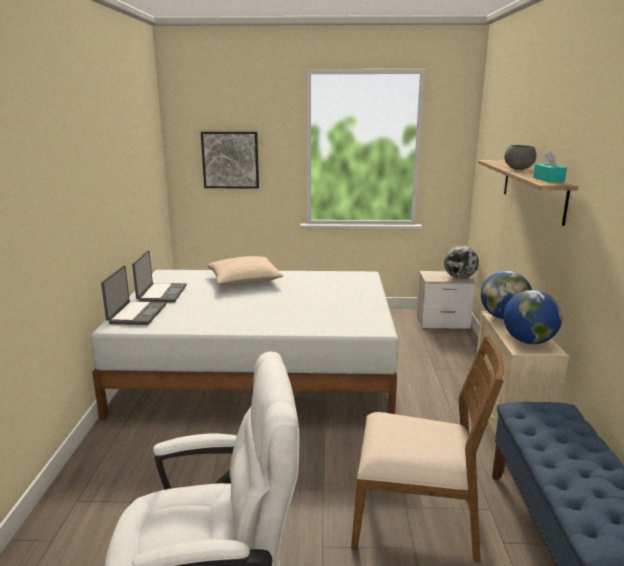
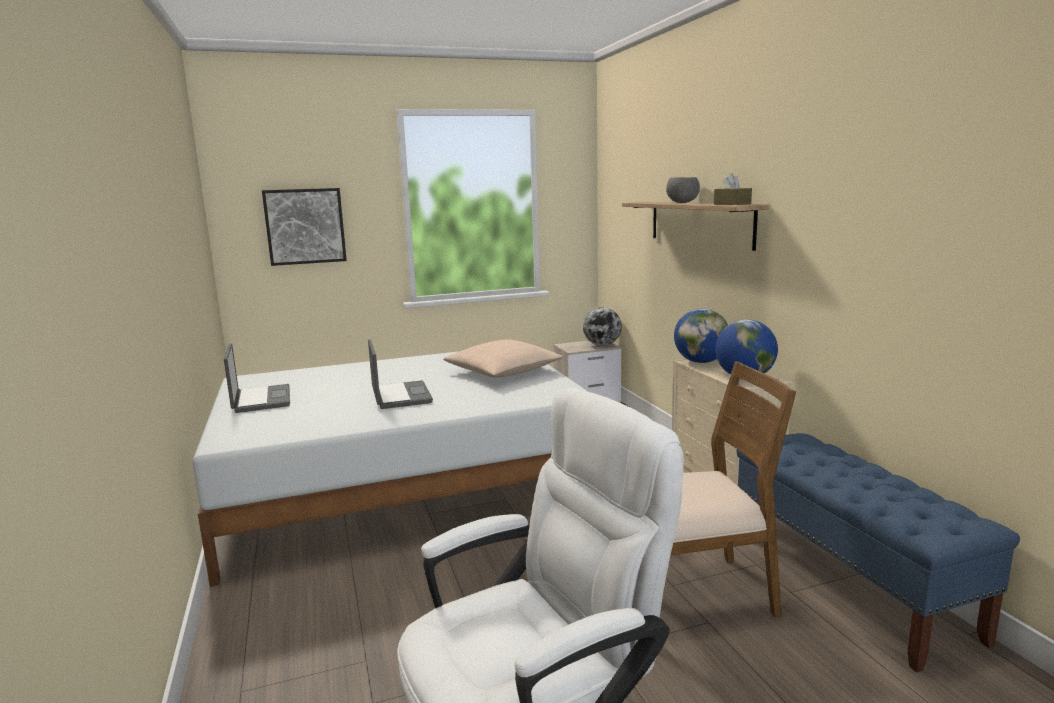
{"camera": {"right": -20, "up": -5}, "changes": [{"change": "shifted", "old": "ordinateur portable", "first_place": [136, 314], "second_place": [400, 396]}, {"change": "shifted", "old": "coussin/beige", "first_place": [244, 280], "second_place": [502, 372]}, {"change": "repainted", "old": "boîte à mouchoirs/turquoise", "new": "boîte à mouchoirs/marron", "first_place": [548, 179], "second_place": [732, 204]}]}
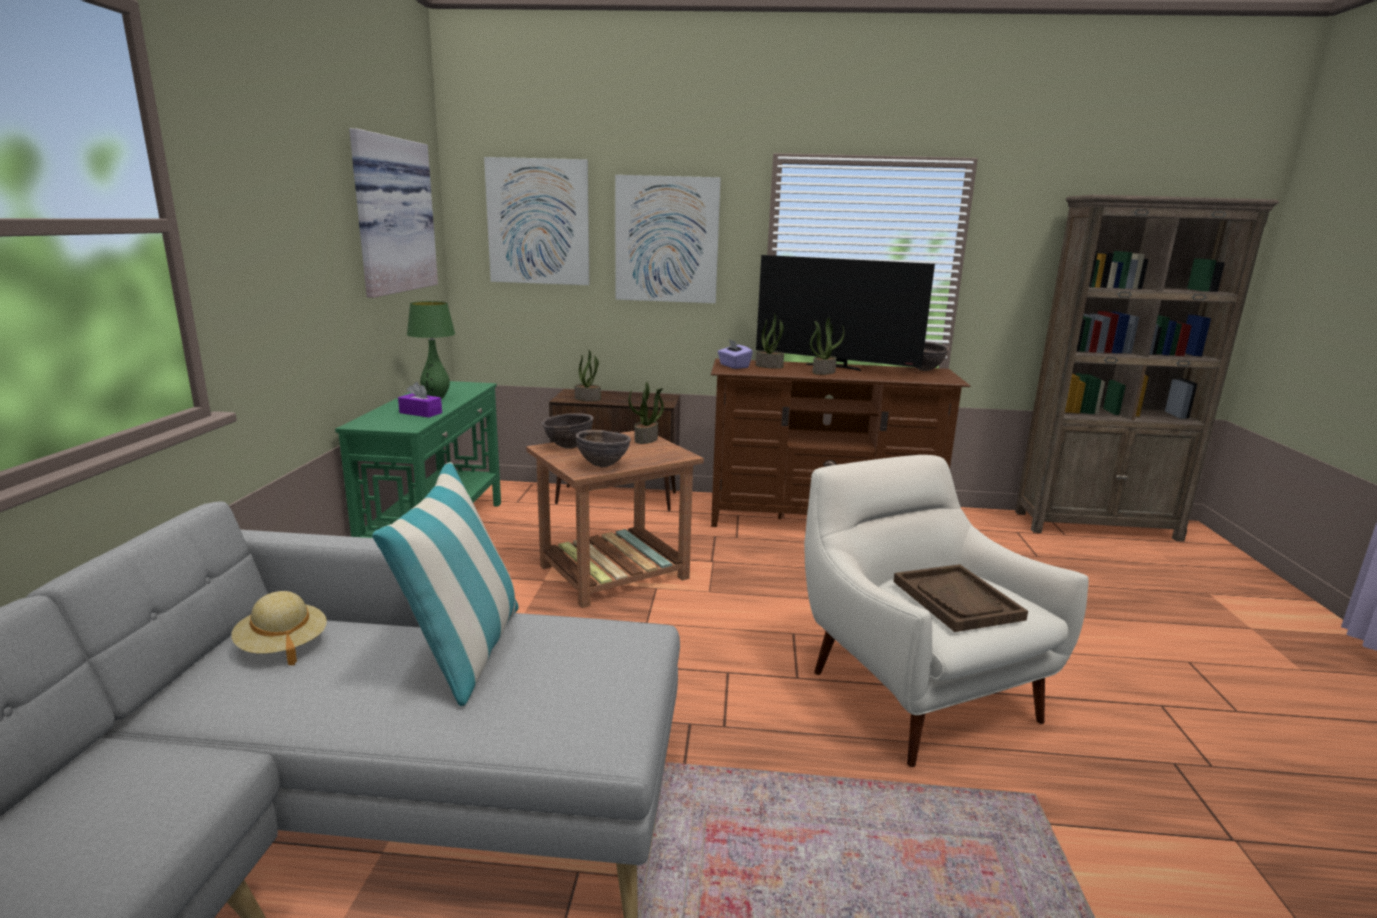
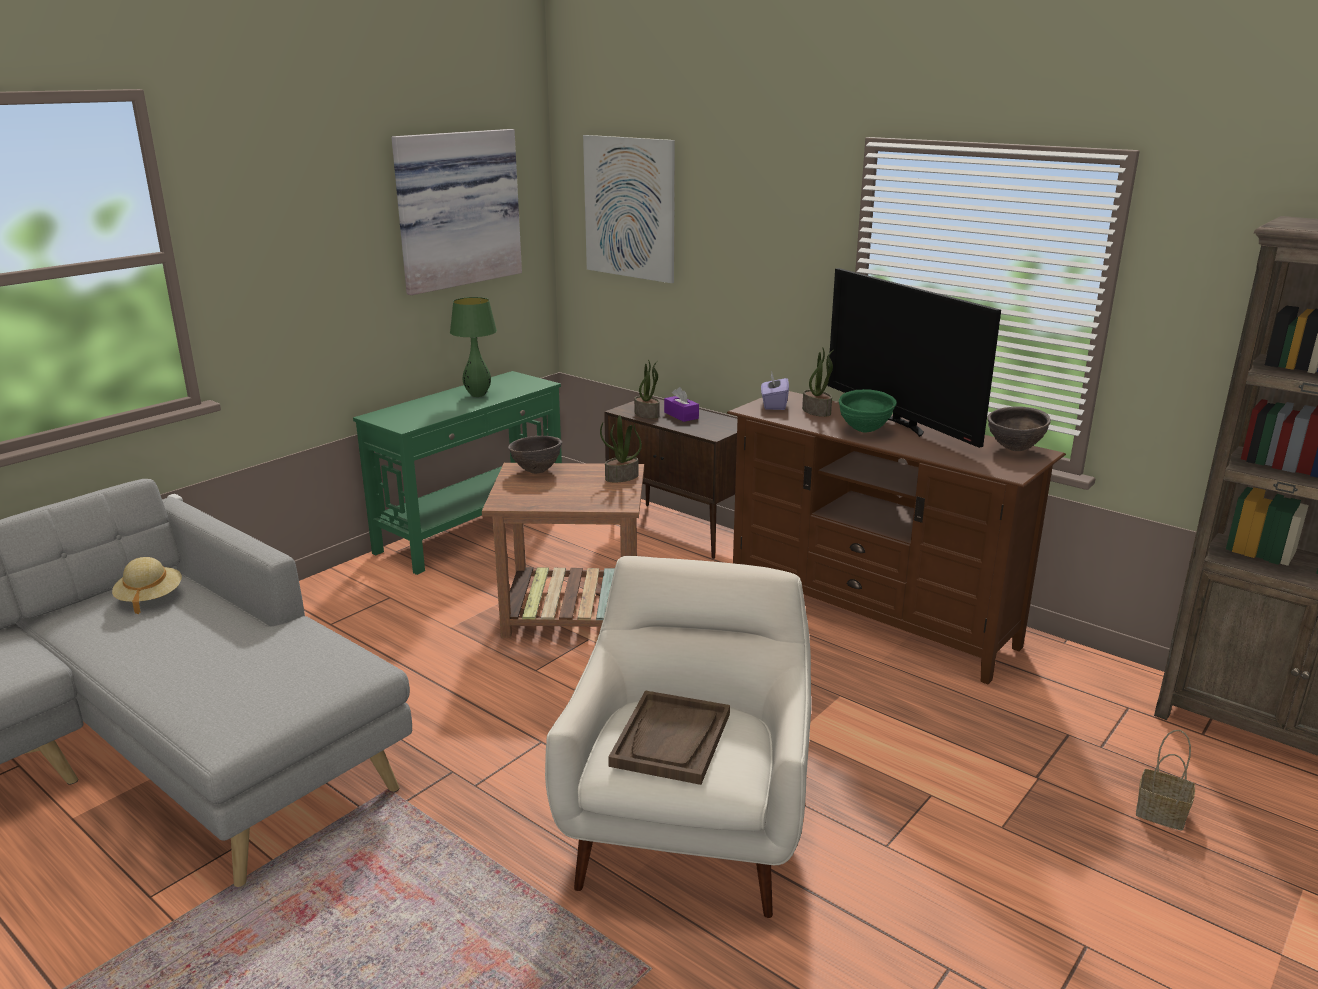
{"camera": {"right": 35, "up": 5}, "changes": [{"change": "gone", "old": "coussin", "first_place": [465, 653]}, {"change": "gone", "old": "bol/marron", "first_place": [603, 465]}, {"change": "gone", "old": "tableau", "first_place": [666, 240]}, {"change": "new", "new": "panier", "second_place": [1159, 813]}, {"change": "shifted", "old": "boîte à mouchoirs/violet", "first_place": [420, 413], "second_place": [681, 415]}, {"change": "swapped", "old": "plante en pot", "new": "bol/vert", "first_place": [823, 372], "second_place": [864, 431]}]}
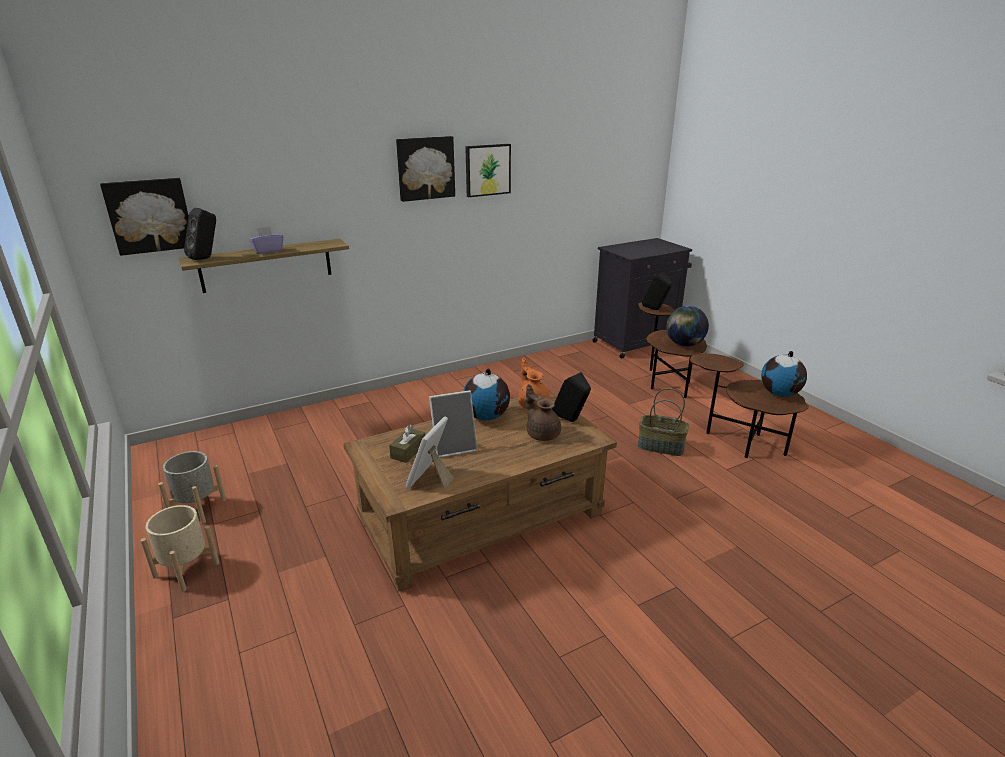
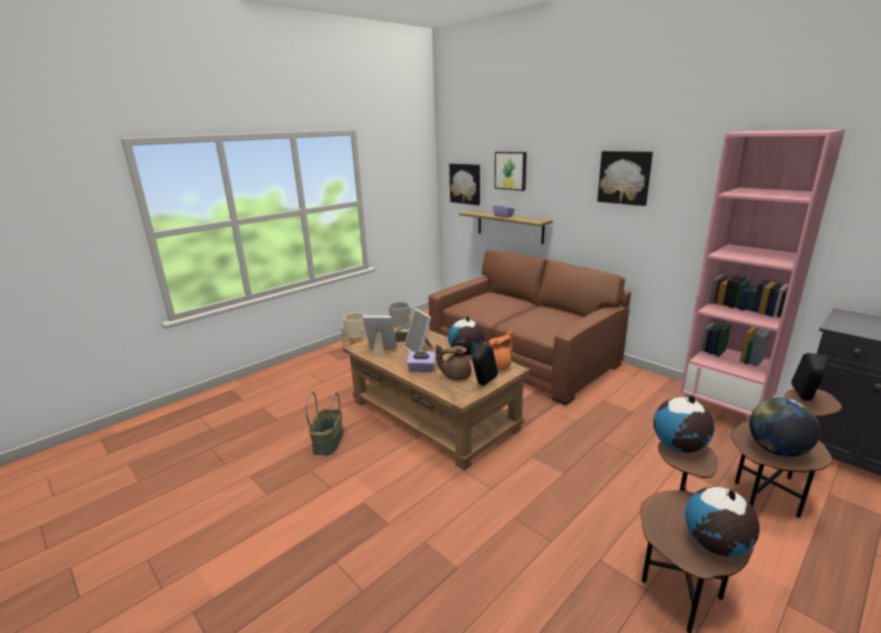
{"camera": {"right": 75, "up": -5}, "changes": [{"change": "gone", "old": "enceinte/noir", "first_place": [206, 258]}, {"change": "new", "new": "boîte à mouchoirs/violet", "second_place": [421, 369]}, {"change": "new", "new": "canapé/marron", "second_place": [522, 356]}, {"change": "new", "new": "globe", "second_place": [679, 447]}, {"change": "new", "new": "bibliothèque/rose", "second_place": [724, 411]}, {"change": "shifted", "old": "tableau", "first_place": [487, 170], "second_place": [511, 170]}, {"change": "shifted", "old": "panier", "first_place": [660, 447], "second_place": [328, 441]}, {"change": "rotated", "old": "théière/marron", "first_place": [542, 433], "second_place": [455, 376], "degrees": -135}]}
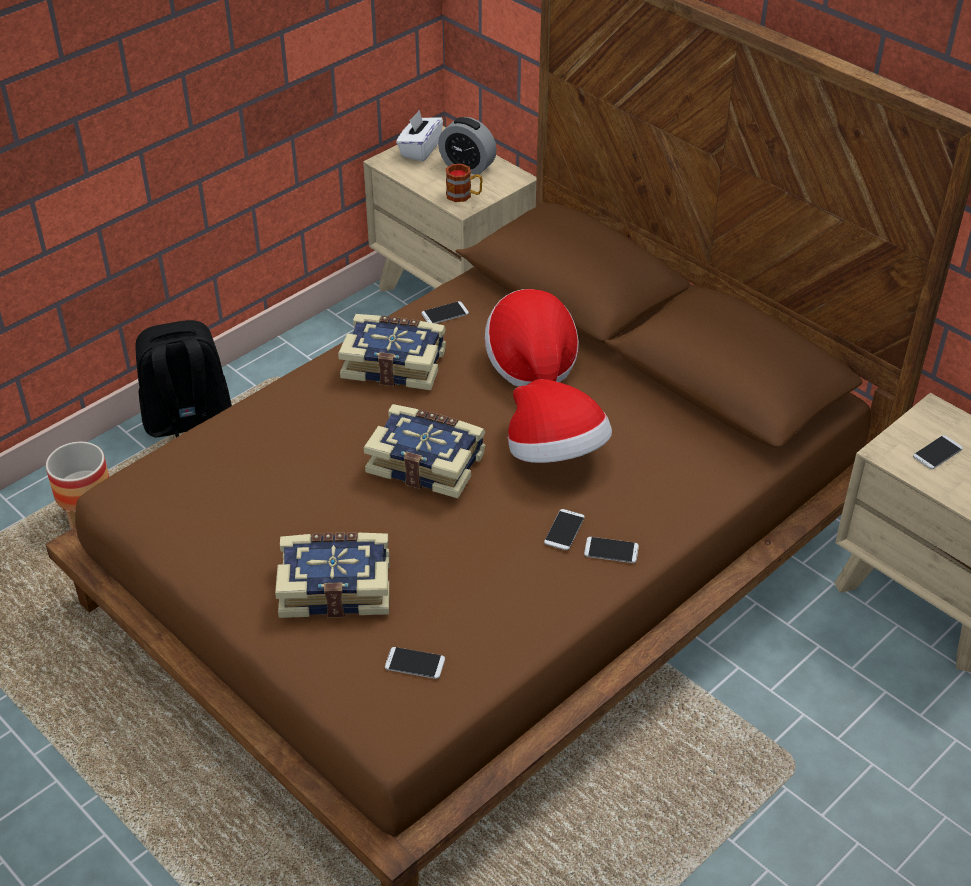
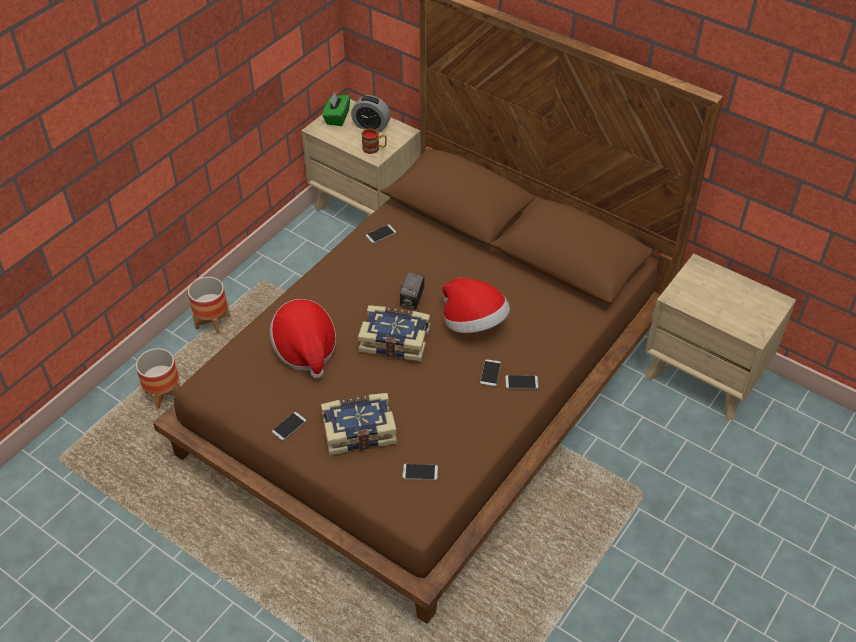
{"camera": {"right": -10, "up": 5}, "changes": [{"change": "gone", "old": "livre", "first_place": [394, 363]}, {"change": "new", "new": "appareil photo", "second_place": [412, 300]}, {"change": "shifted", "old": "chapeau", "first_place": [531, 364], "second_place": [305, 350]}, {"change": "shifted", "old": "téléphone", "first_place": [937, 453], "second_place": [289, 426]}, {"change": "swapped", "old": "sac à dos/noir", "new": "cache-pot", "first_place": [188, 425], "second_place": [213, 322]}, {"change": "repainted", "old": "boîte à mouchoirs/blanc", "new": "boîte à mouchoirs/vert", "first_place": [420, 150], "second_place": [337, 117]}]}
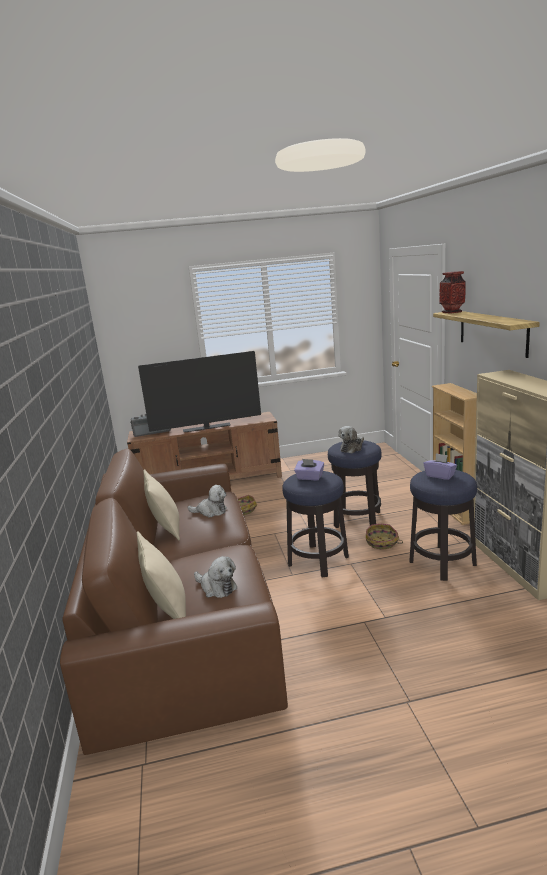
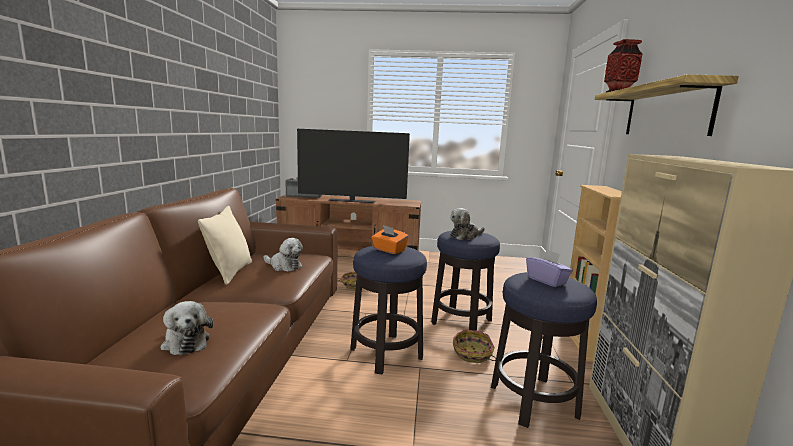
{"camera": {"right": 15, "up": -5}, "changes": [{"change": "gone", "old": "coussin/beige", "first_place": [168, 610]}, {"change": "repainted", "old": "boîte à mouchoirs/violet", "new": "boîte à mouchoirs/orange", "first_place": [309, 477], "second_place": [389, 250]}]}
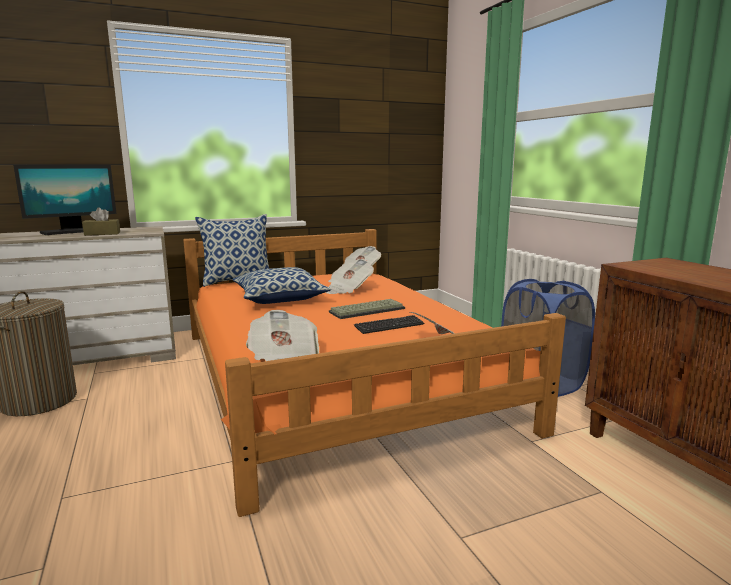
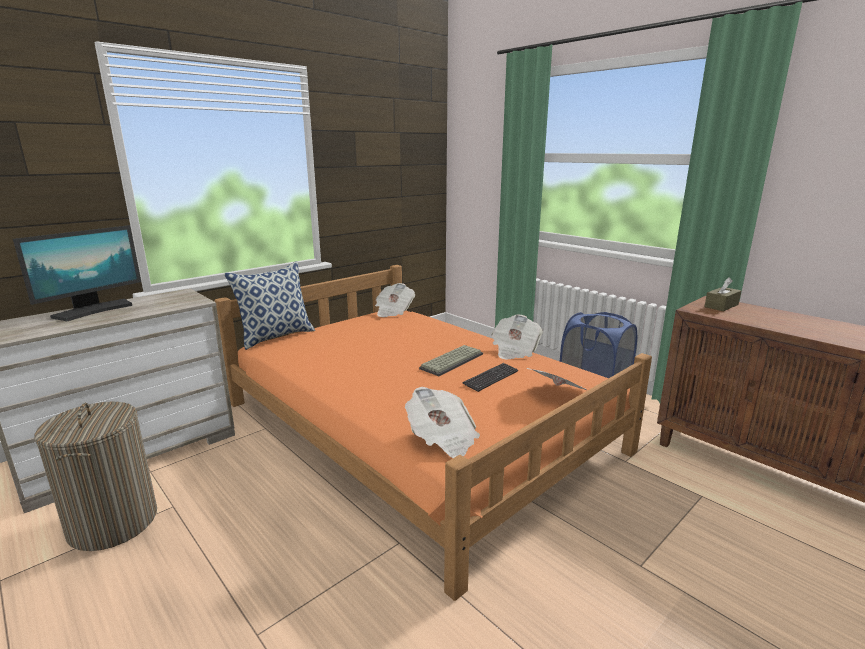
{"camera": {"right": -20, "up": 5}, "changes": [{"change": "gone", "old": "coussin", "first_place": [280, 299]}, {"change": "shifted", "old": "boîte à mouchoirs/marron", "first_place": [102, 234], "second_place": [721, 306]}, {"change": "shifted", "old": "journal", "first_place": [348, 290], "second_place": [514, 350]}]}
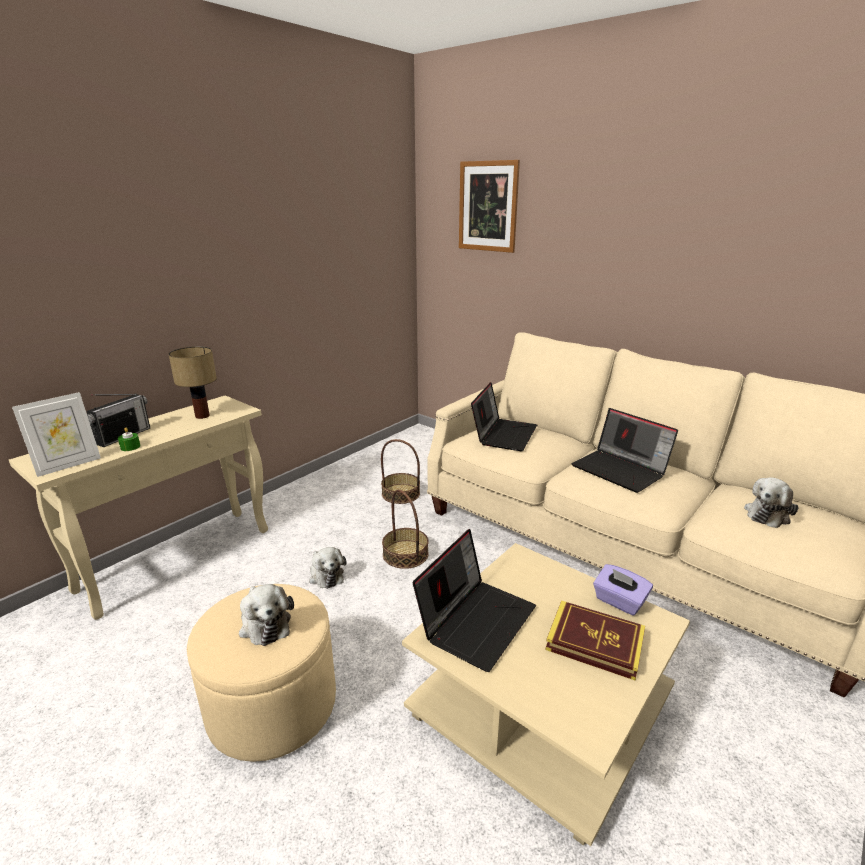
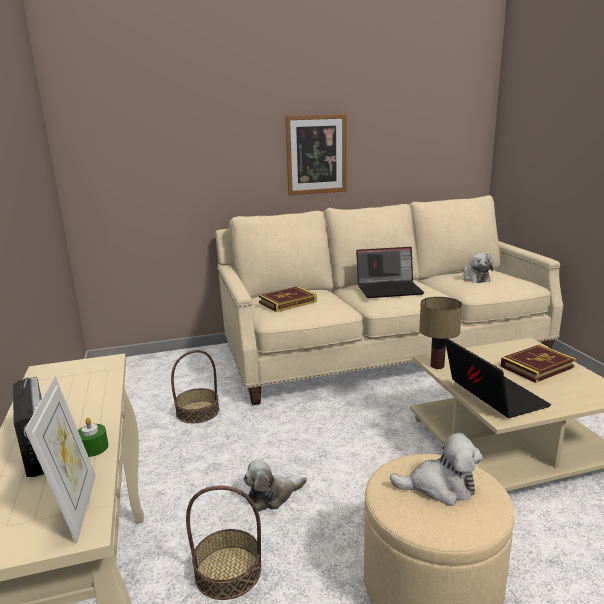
{"camera": {"right": -55, "up": -5}, "changes": [{"change": "gone", "old": "boîte à mouchoirs/violet", "first_place": [619, 601]}, {"change": "shifted", "old": "lampe de table", "first_place": [203, 416], "second_place": [438, 365]}, {"change": "shifted", "old": "panier", "first_place": [405, 554], "second_place": [228, 571]}, {"change": "shifted", "old": "tableau", "first_place": [488, 206], "second_place": [316, 154]}, {"change": "swapped", "old": "ordinateur portable", "new": "livre", "first_place": [503, 434], "second_place": [287, 302]}, {"change": "rotated", "old": "peluche", "first_place": [325, 575], "second_place": [272, 496], "degrees": 150}]}
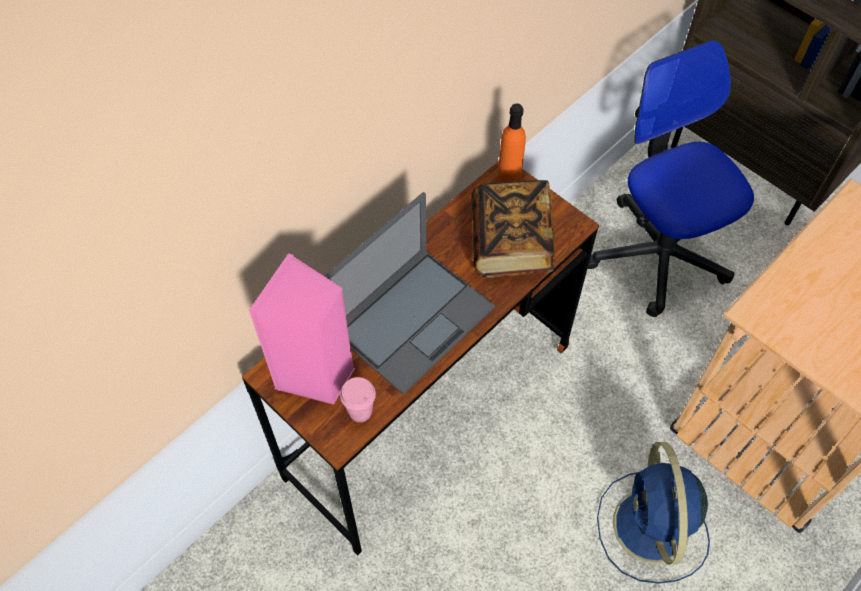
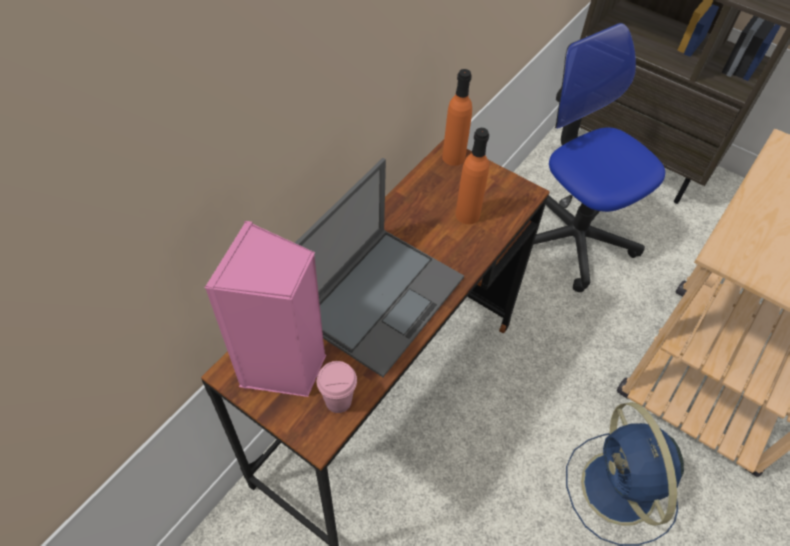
{"camera": {"right": -10, "up": -5}, "changes": [{"change": "swapped", "old": "livre", "new": "bouteille/orange", "first_place": [511, 242], "second_place": [467, 214]}]}
